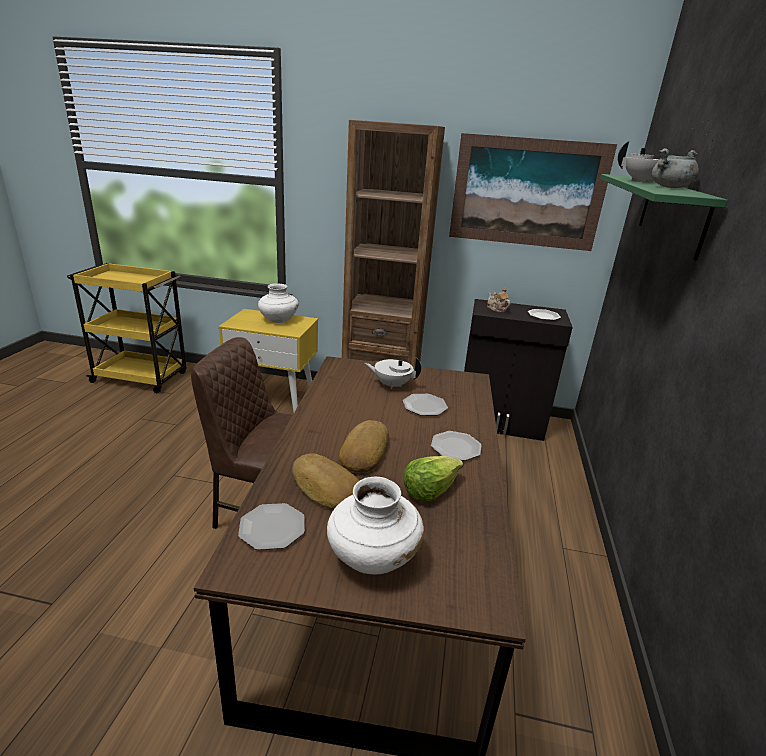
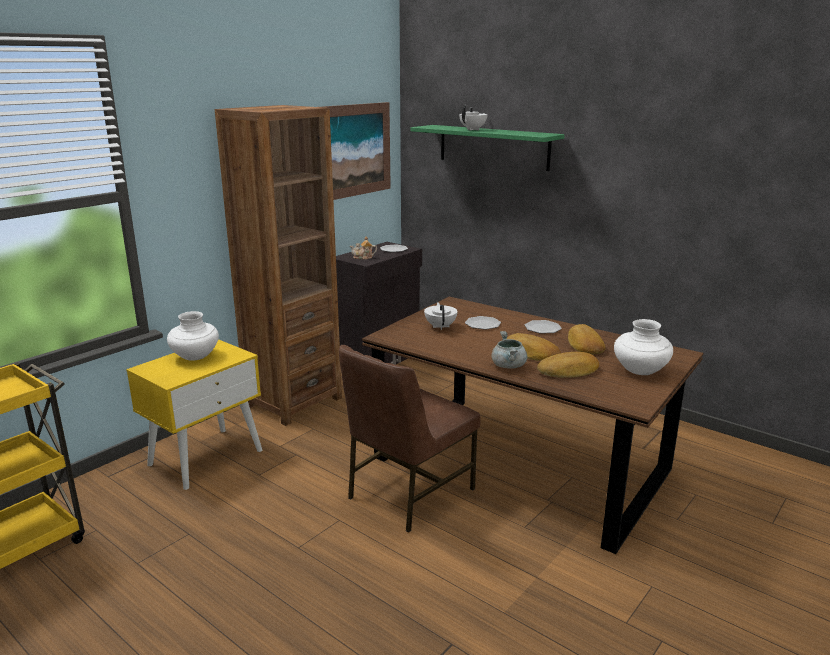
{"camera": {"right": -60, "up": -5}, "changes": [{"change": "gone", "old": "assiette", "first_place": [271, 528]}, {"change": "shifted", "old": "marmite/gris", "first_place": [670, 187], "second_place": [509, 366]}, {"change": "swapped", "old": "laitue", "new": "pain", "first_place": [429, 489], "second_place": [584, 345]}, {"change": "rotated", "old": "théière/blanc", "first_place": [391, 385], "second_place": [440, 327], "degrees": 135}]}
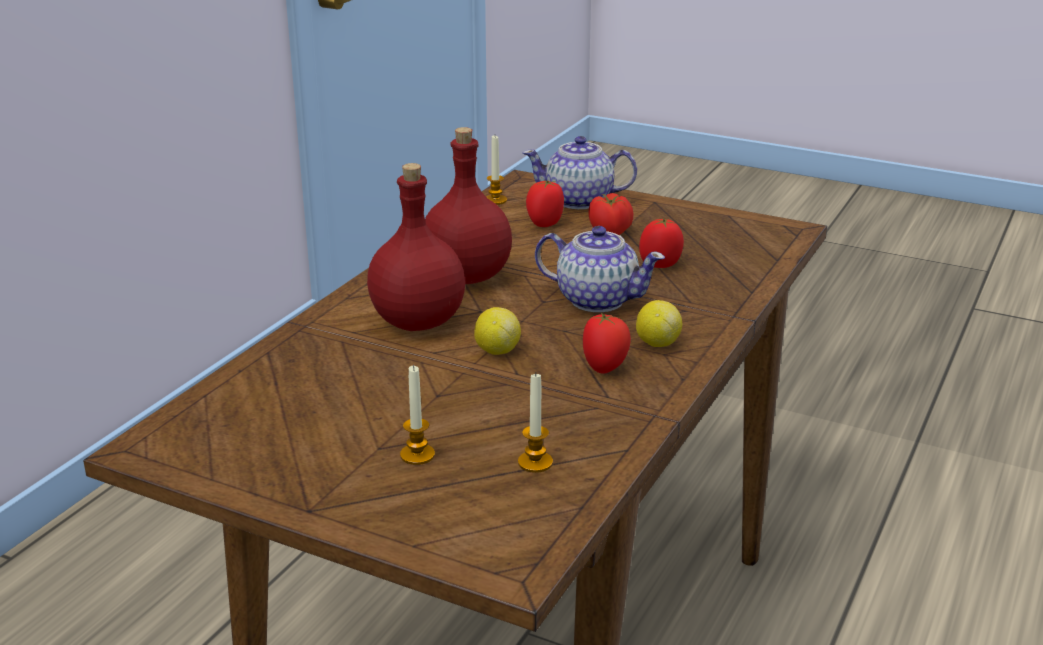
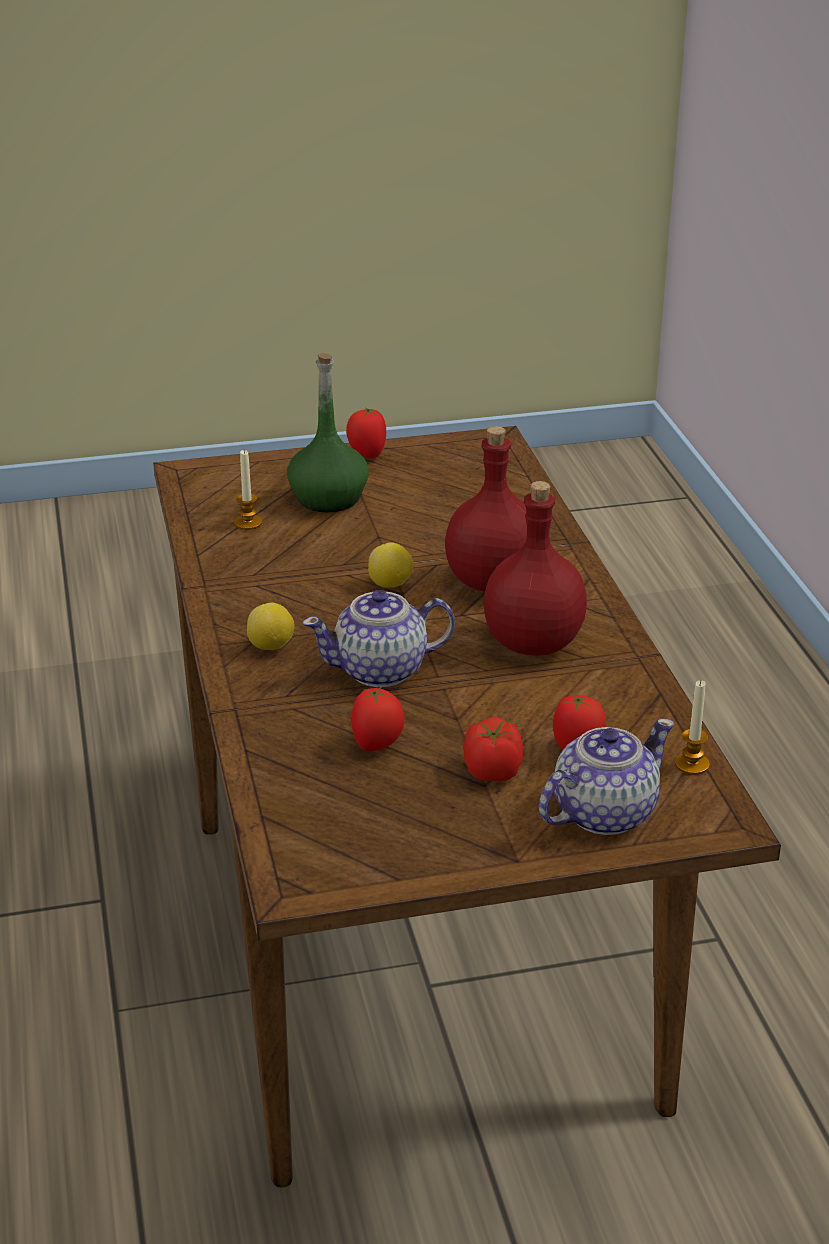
{"camera": {"right": 140, "up": 5}, "changes": [{"change": "shifted", "old": "tomate", "first_place": [605, 368], "second_place": [366, 454]}, {"change": "swapped", "old": "bougie", "new": "bouteille/vert", "first_place": [417, 455], "second_place": [329, 498]}]}
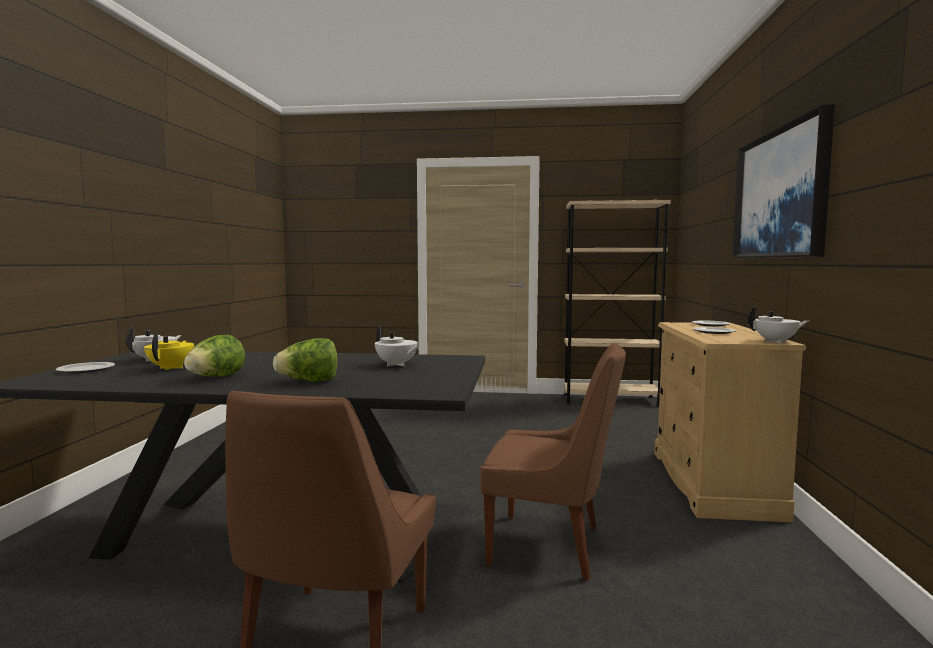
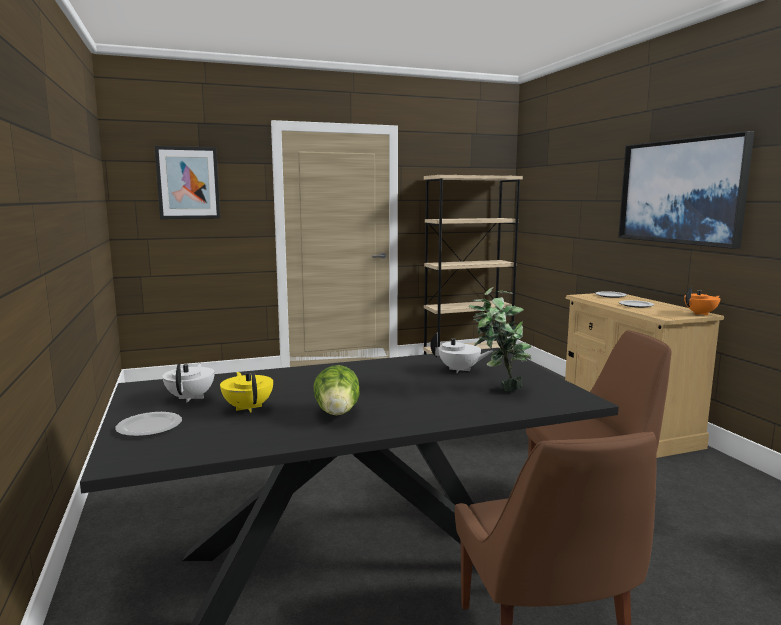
{"camera": {"right": -25, "up": 5}, "changes": [{"change": "gone", "old": "laitue", "first_place": [309, 381]}, {"change": "new", "new": "tableau", "second_place": [188, 183]}, {"change": "new", "new": "plante en pot", "second_place": [499, 388]}, {"change": "repainted", "old": "théière/blanc", "new": "théière/orange", "first_place": [776, 341], "second_place": [701, 314]}]}
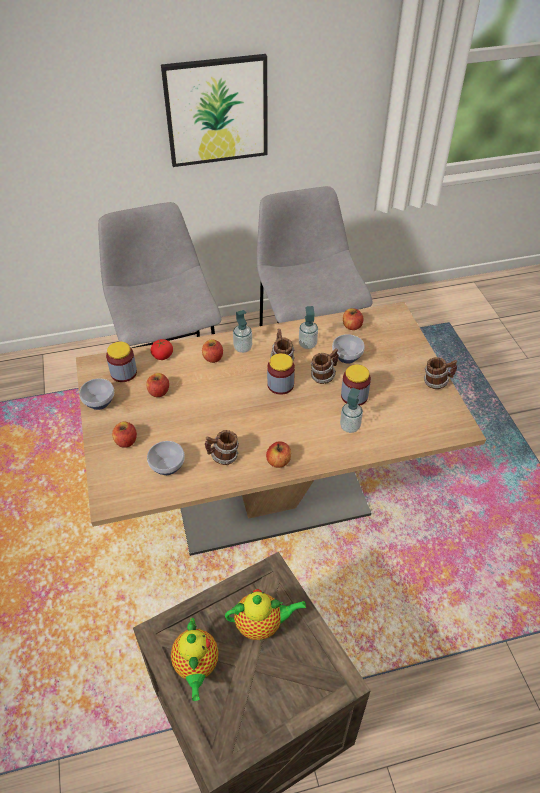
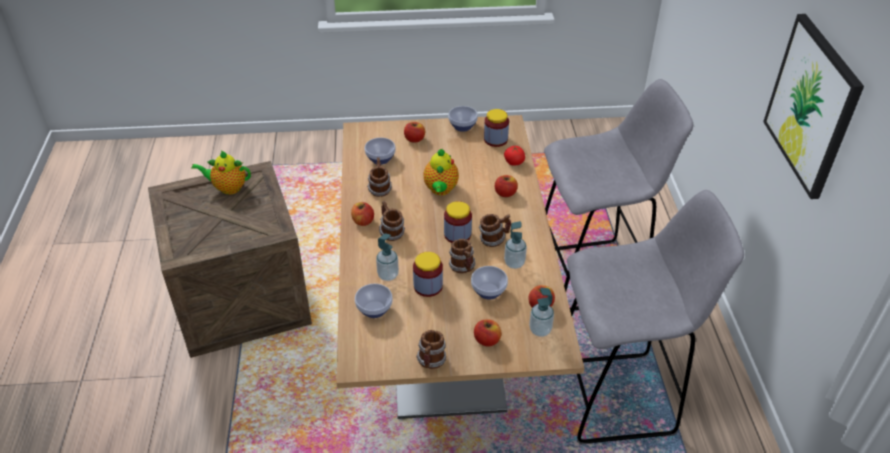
{"camera": {"right": 100, "up": -5}, "changes": [{"change": "new", "new": "bol", "second_place": [375, 310]}, {"change": "new", "new": "mug", "second_place": [391, 233]}, {"change": "shifted", "old": "pomme", "first_place": [159, 392], "second_place": [487, 340]}, {"change": "shifted", "old": "théière", "first_place": [262, 625], "second_place": [440, 190]}, {"change": "shifted", "old": "distributeur de savon", "first_place": [243, 348], "second_place": [540, 330]}]}
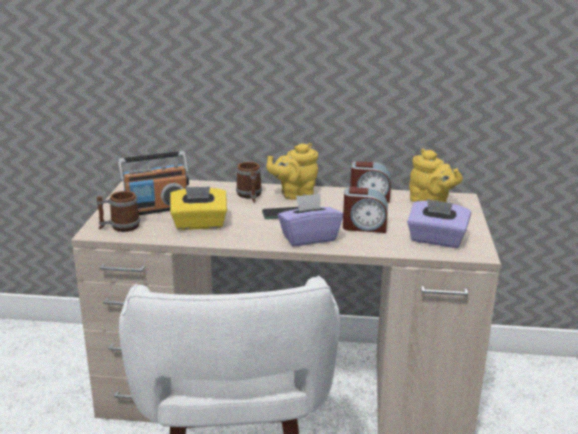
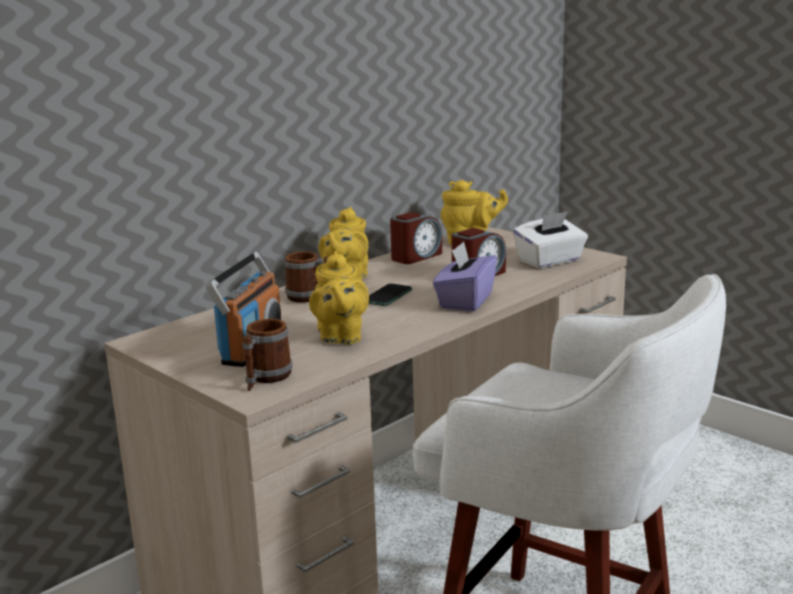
{"camera": {"right": -50, "up": -5}, "changes": [{"change": "swapped", "old": "boîte à mouchoirs/jaune", "new": "théière/jaune", "first_place": [199, 224], "second_place": [340, 337]}, {"change": "repainted", "old": "boîte à mouchoirs/violet", "new": "boîte à mouchoirs/blanc", "first_place": [436, 240], "second_place": [550, 261]}]}
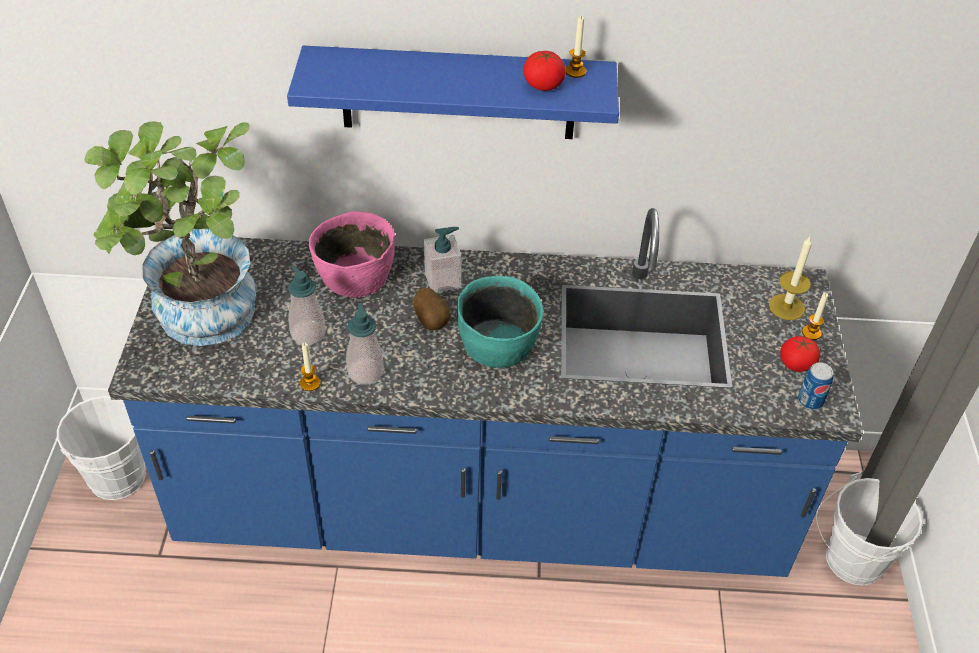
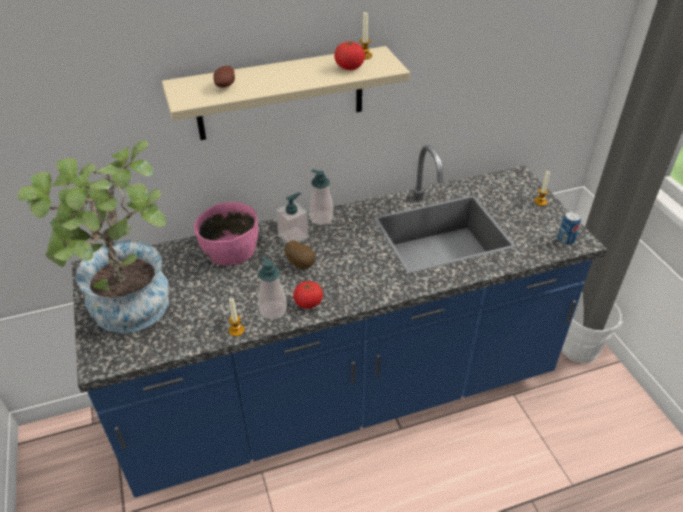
{"camera": {"right": -20, "up": -5}, "changes": [{"change": "gone", "old": "seau/blanc", "first_place": [122, 480]}, {"change": "gone", "old": "bol/turquoise", "first_place": [499, 343]}, {"change": "gone", "old": "bougie", "first_place": [786, 307]}, {"change": "new", "new": "pomme de terre", "second_place": [226, 86]}, {"change": "shifted", "old": "distributeur de savon", "first_place": [308, 333], "second_place": [321, 218]}, {"change": "shifted", "old": "tomate", "first_place": [796, 364], "second_place": [308, 303]}, {"change": "repainted", "old": "étagère/bleu", "new": "étagère/beige", "first_place": [458, 93], "second_place": [280, 94]}]}
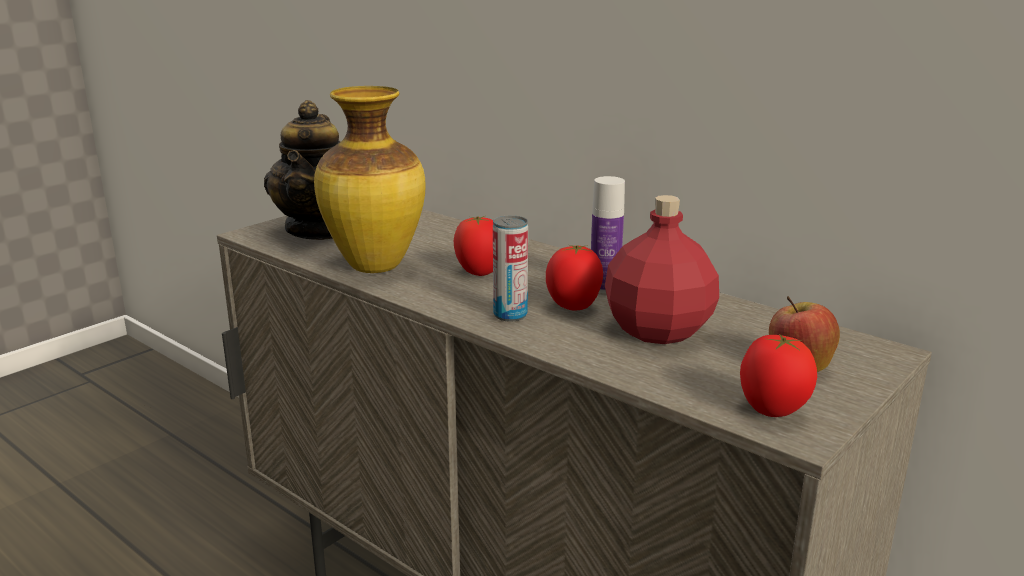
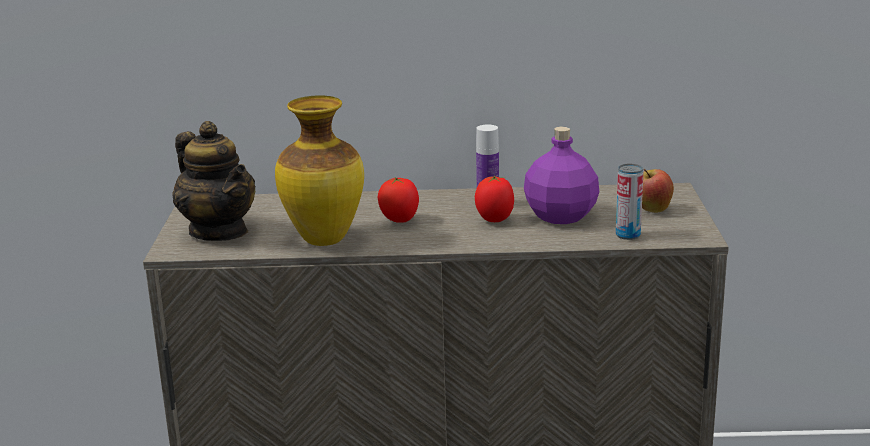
{"camera": {"right": -40, "up": 0}, "changes": [{"change": "gone", "old": "tomate", "first_place": [772, 411]}, {"change": "shifted", "old": "boîte métallique", "first_place": [510, 315], "second_place": [628, 235]}, {"change": "repainted", "old": "bouteille/rouge", "new": "bouteille/violet", "first_place": [657, 330], "second_place": [559, 216]}]}
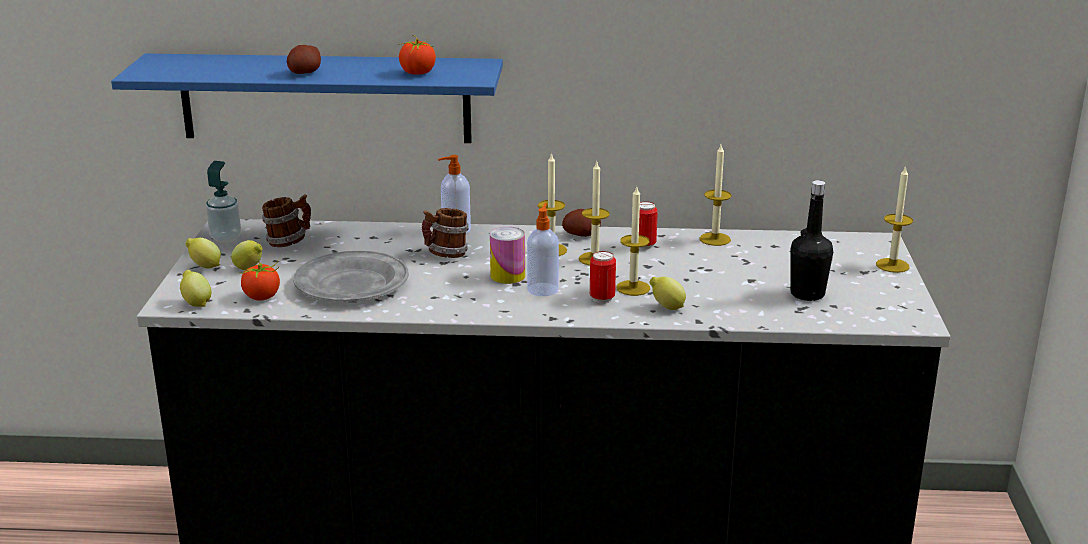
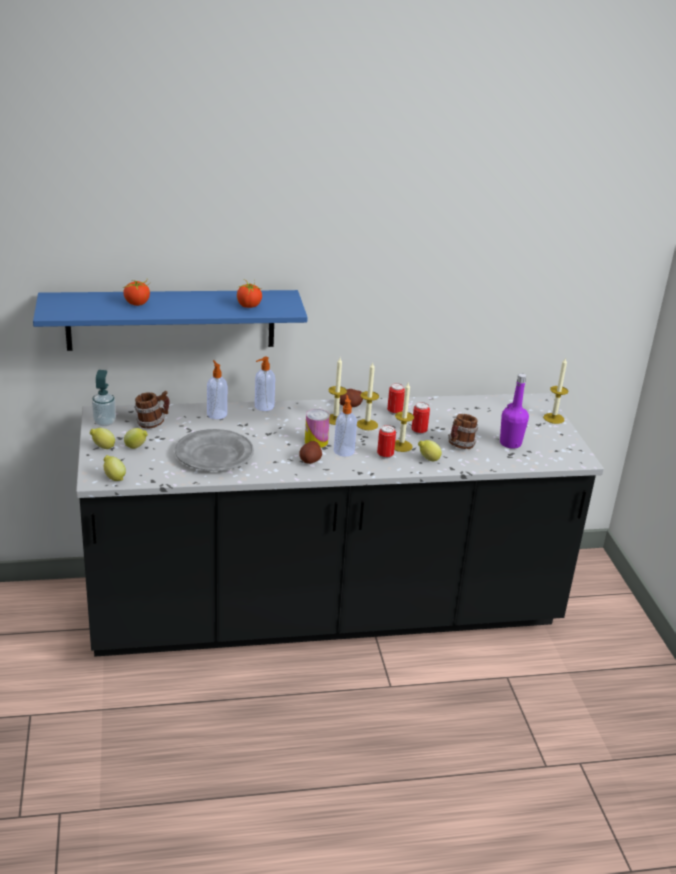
{"camera": {"right": -15, "up": 5}, "changes": [{"change": "gone", "old": "bougie", "first_place": [715, 239]}, {"change": "new", "new": "distributeur de savon", "second_place": [216, 414]}, {"change": "new", "new": "boîte métallique", "second_place": [419, 432]}, {"change": "shifted", "old": "tomate", "first_place": [262, 297], "second_place": [137, 303]}, {"change": "shifted", "old": "pomme de terre", "first_place": [305, 73], "second_place": [310, 460]}, {"change": "shifted", "old": "mug", "first_place": [446, 255], "second_place": [460, 446]}, {"change": "repainted", "old": "bouteille/noir", "new": "bouteille/violet", "first_place": [807, 294], "second_place": [510, 443]}]}
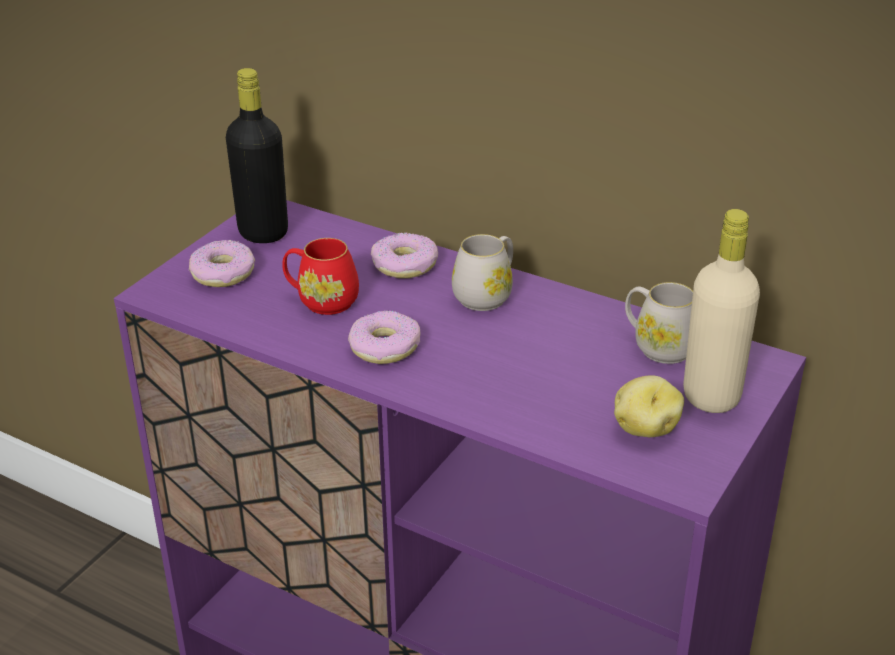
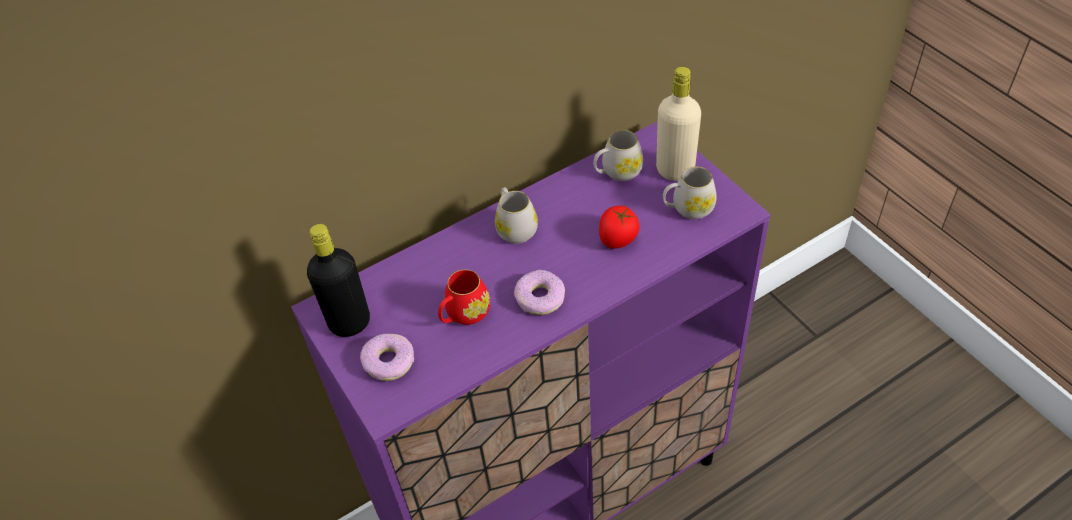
{"camera": {"right": -60, "up": 15}, "changes": [{"change": "gone", "old": "beignet", "first_place": [405, 265]}, {"change": "new", "new": "tomate", "second_place": [617, 239]}, {"change": "swapped", "old": "pomme de terre", "new": "mug/blanc", "first_place": [644, 428], "second_place": [688, 208]}]}
